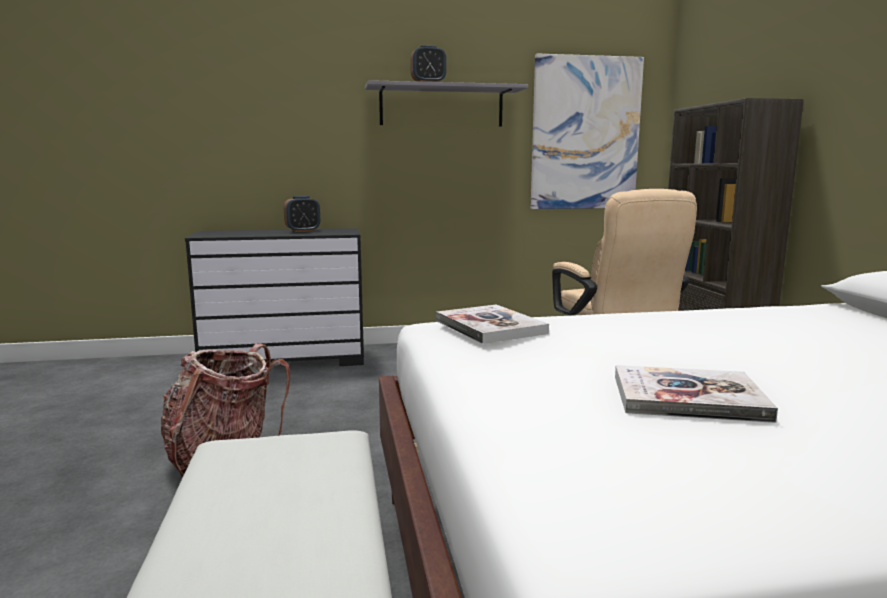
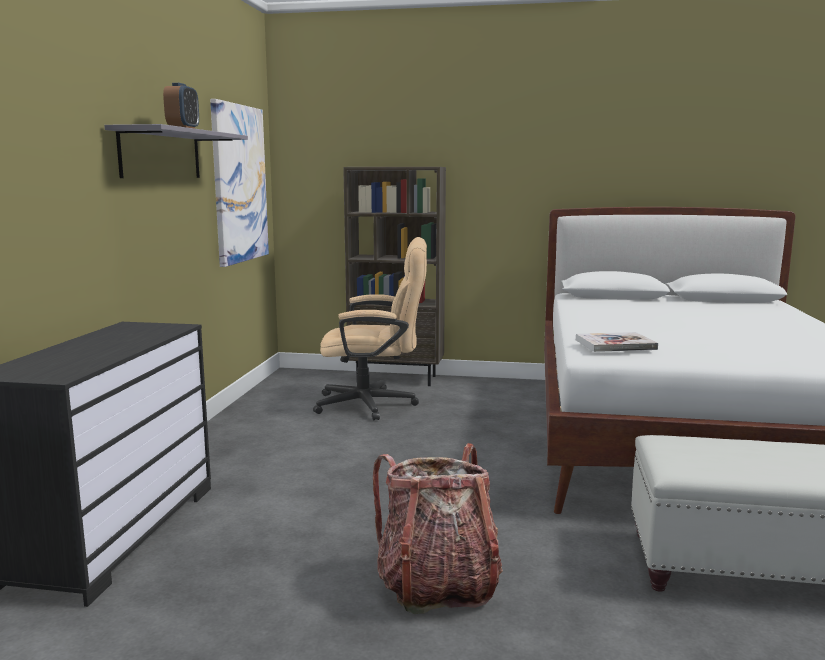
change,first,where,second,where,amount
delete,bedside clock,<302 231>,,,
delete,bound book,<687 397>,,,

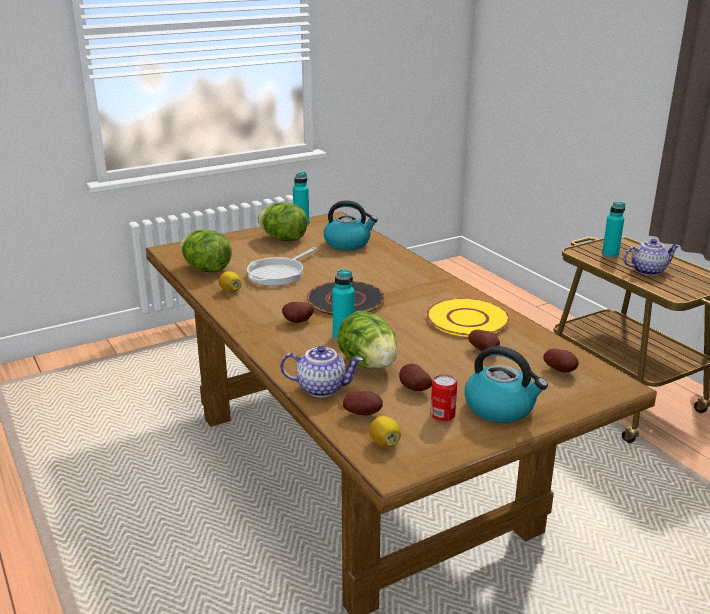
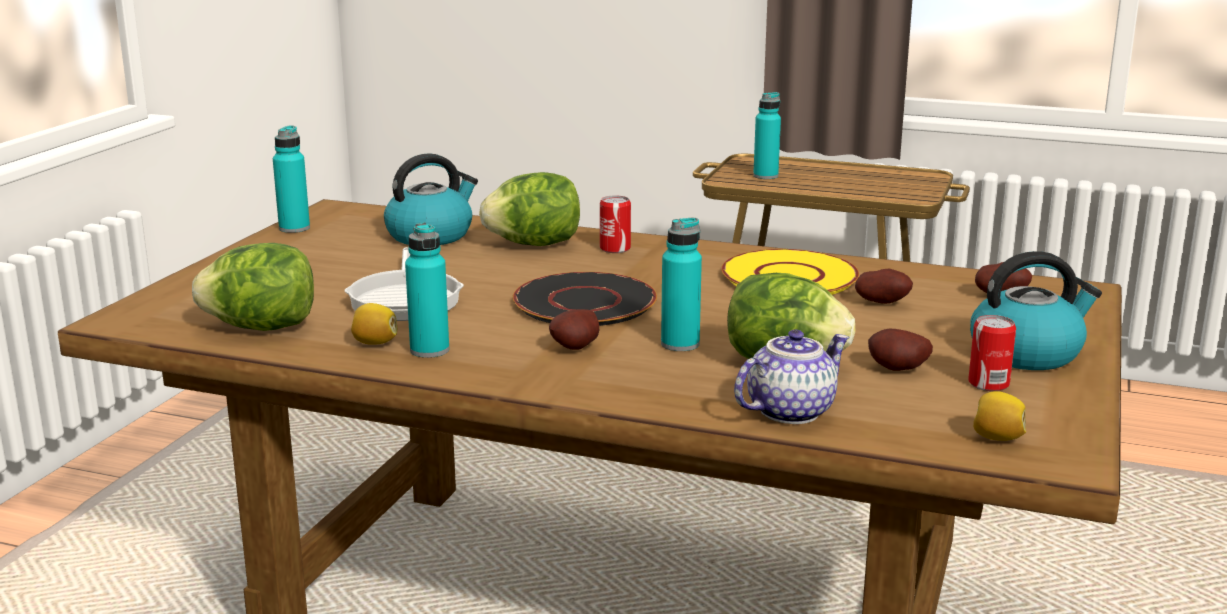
change,first,where,second,where,amount
move,lettuce head,<283 239>,,<534 244>,
delete,potato,<363 414>,,,
delete,pot for tea,<647 270>,,,
insert,,,drink bottle/turquoise,<429 350>,
insert,,,metal can,<615 248>,

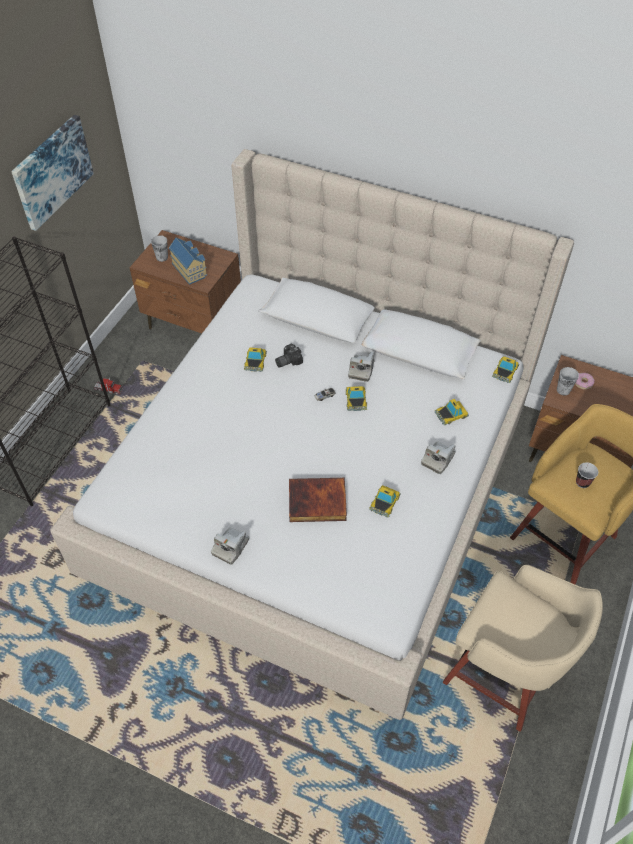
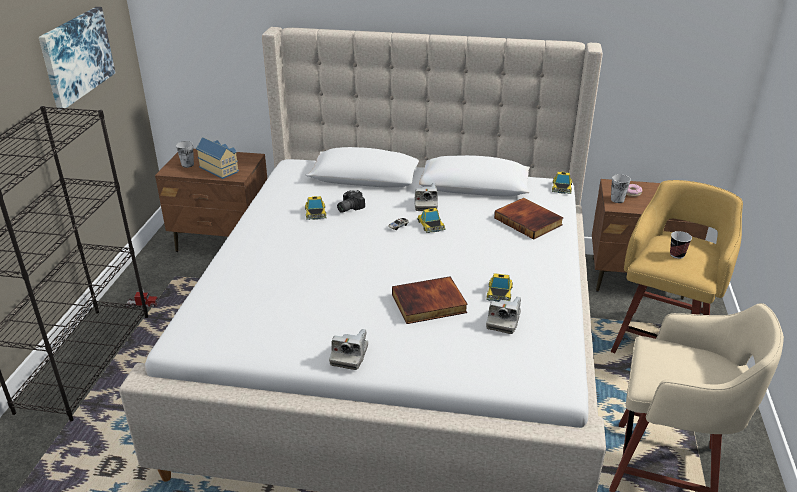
change,first,where,second,where,amount
move,photo camera,<438 459>,,<503 321>,
replace,toy car,<451 414>,bound book,<529 221>,

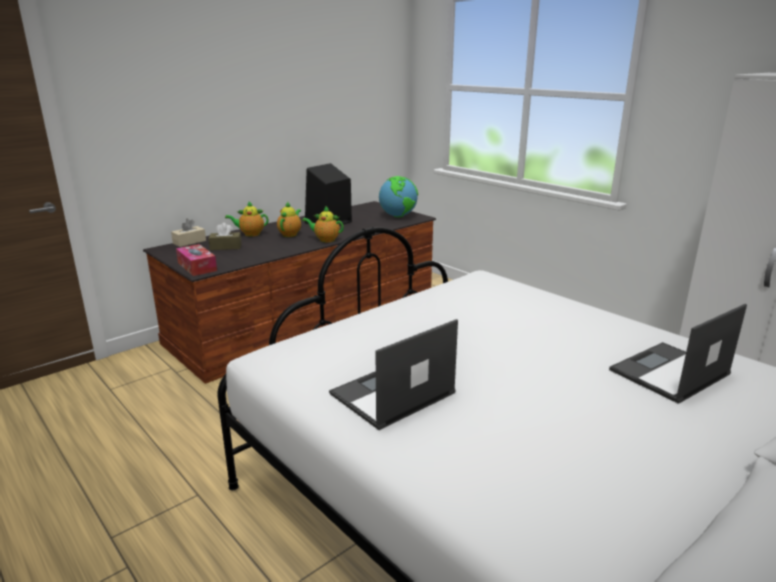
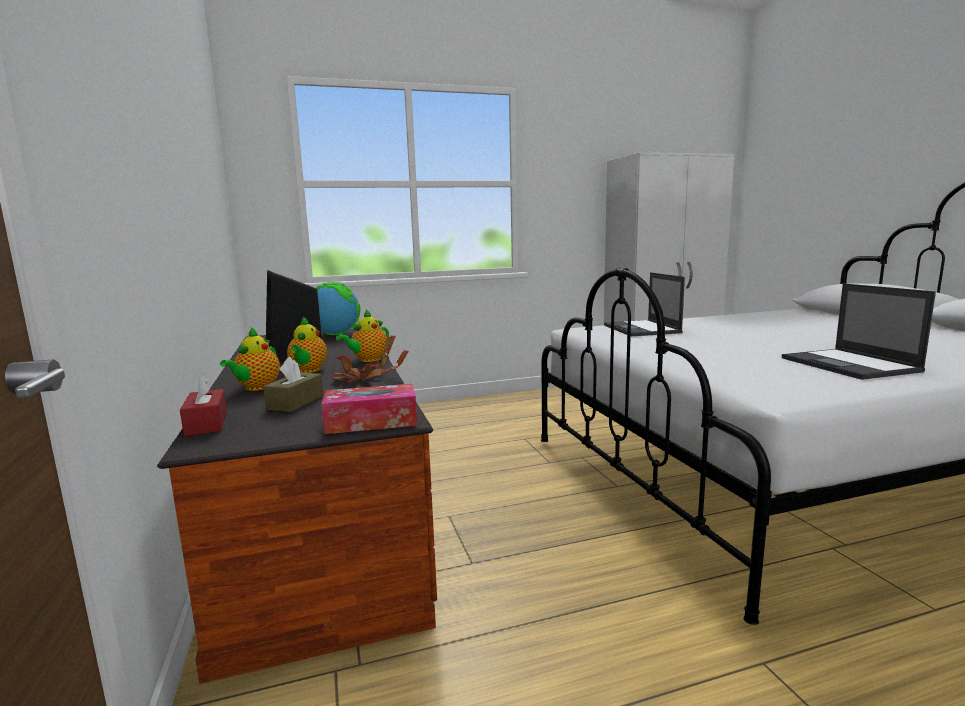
change,first,where,second,where,amount
recolor,tissue holder/beige-coloured,<189 242>,tissue holder/red,<206 424>,
rotate,pot for tea,<290 234>,,<308 370>,135 degrees counterclockwise
move,laptop,<669 373>,,<642 329>,
insert,,,houseplant,<364 379>,

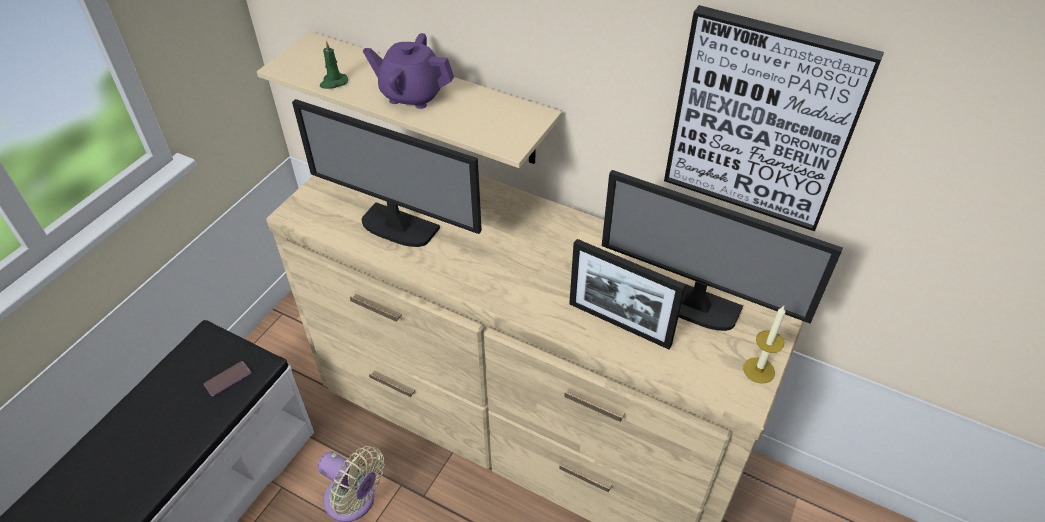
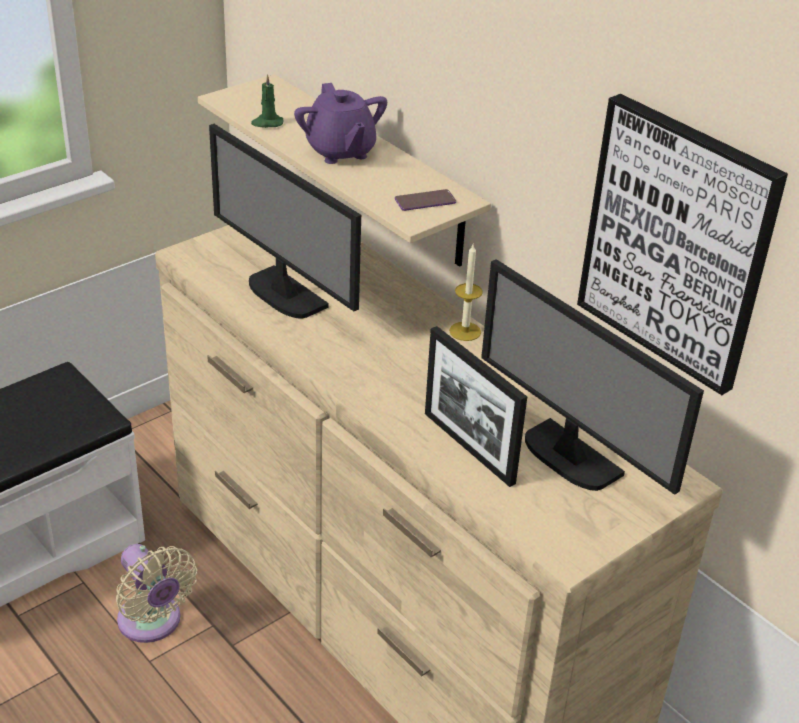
change,first,where,second,where,amount
move,phone,<228 379>,,<425 201>,
rotate,pot for tea/purple-coloured,<412 94>,,<340 151>,150 degrees counterclockwise
move,wax light,<759 370>,,<465 331>,

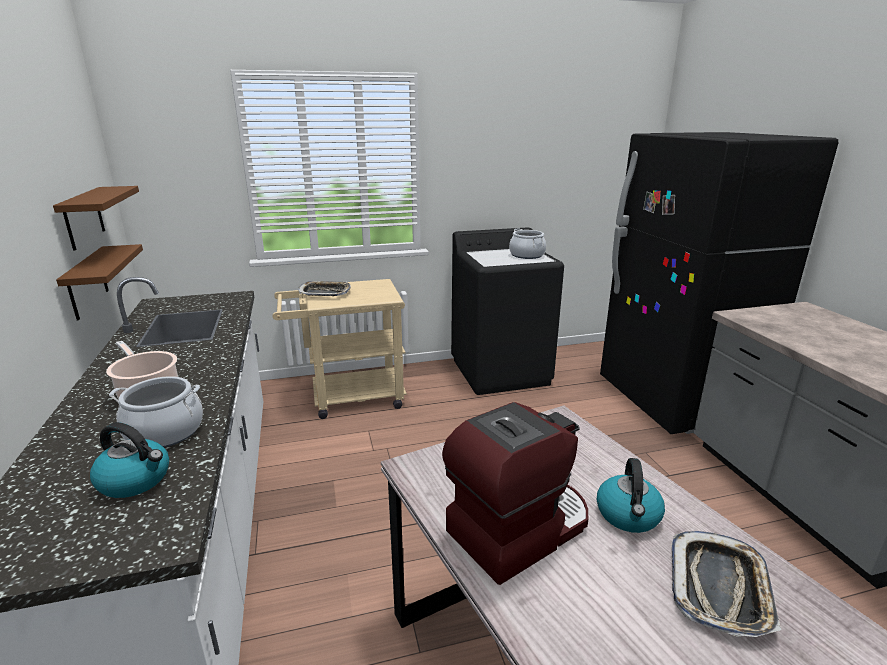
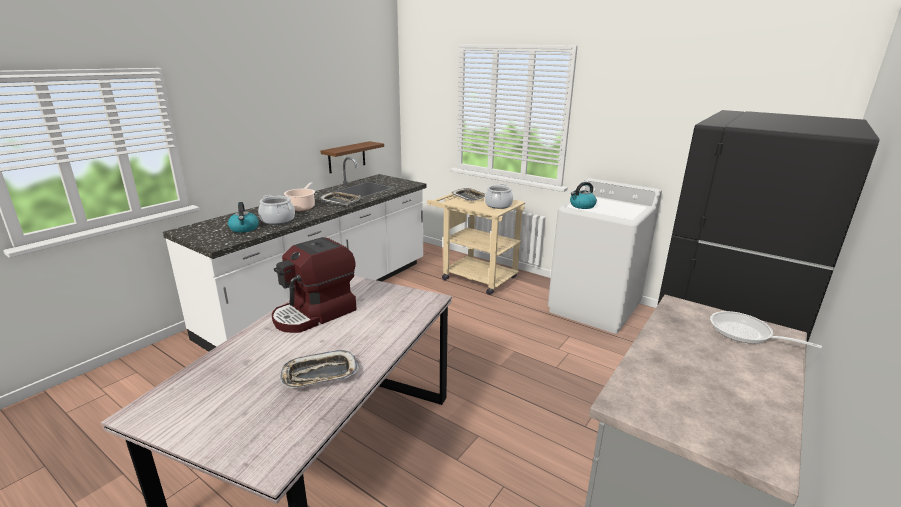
change,first,where,second,where,amount
delete,wall shelf/brown,<83 217>,,,
rotate,coffee maker,<518 528>,,<315 314>,120 degrees clockwise
recolor,laundry machine/black,<501 371>,laundry machine/whitish,<594 308>,
move,saucepot,<527 255>,,<498 205>,
move,kettle,<628 515>,,<582 206>,
insert,,,serving tray,<340 201>,
insert,,,frying pan,<745 333>,

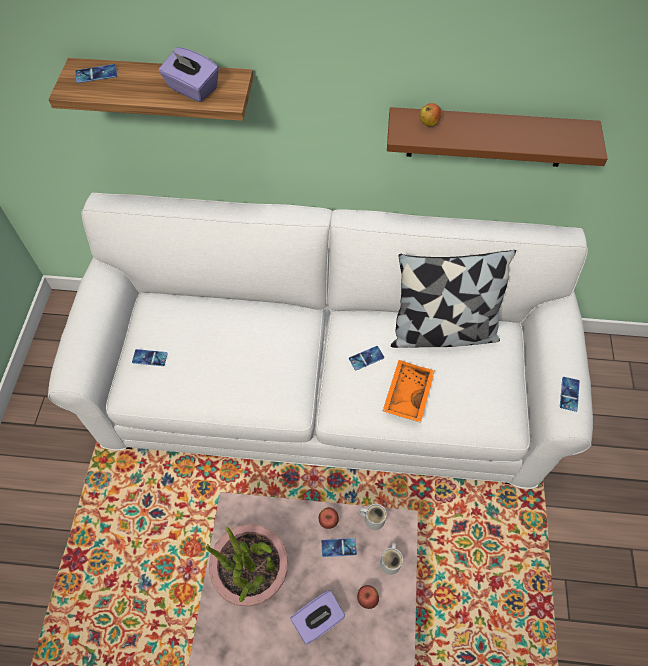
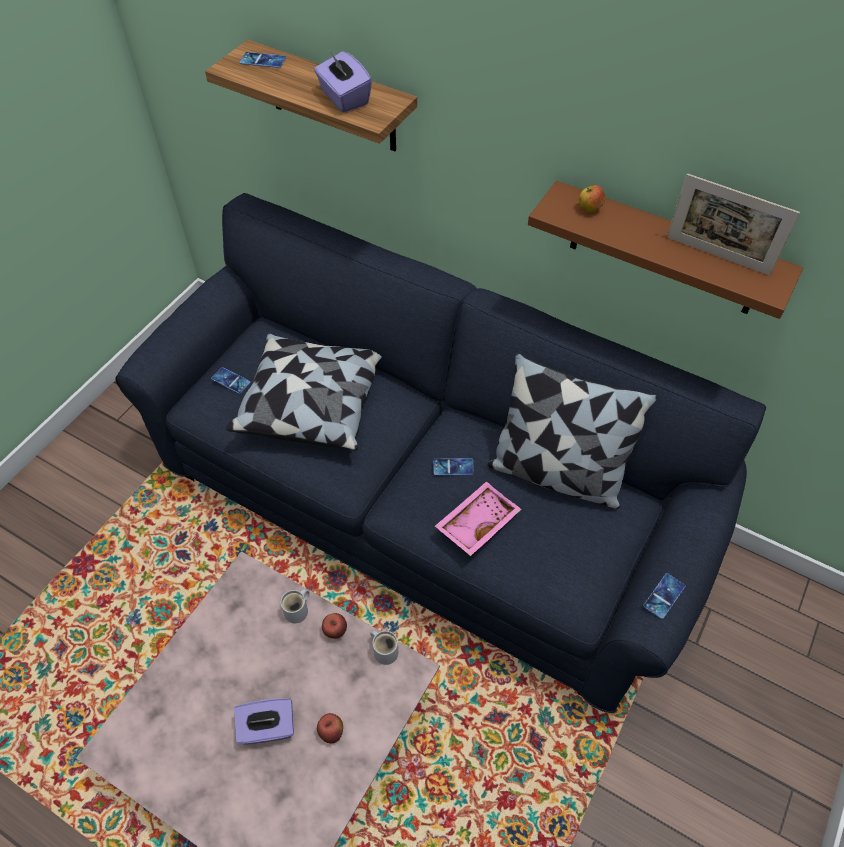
change,first,where,second,where,amount
recolor,sofa/whitish,<324 390>,sofa/bluish,<422 502>,
delete,houseplant,<252 572>,,,
delete,phone,<338 547>,,,
move,coffee mug/whitish,<391 561>,,<298 610>,
recolor,serving tray/orange-coloured,<406 394>,serving tray/pink-coloured,<476 522>,
insert,,,cushion,<311 404>,
insert,,,standing frame,<717 255>,

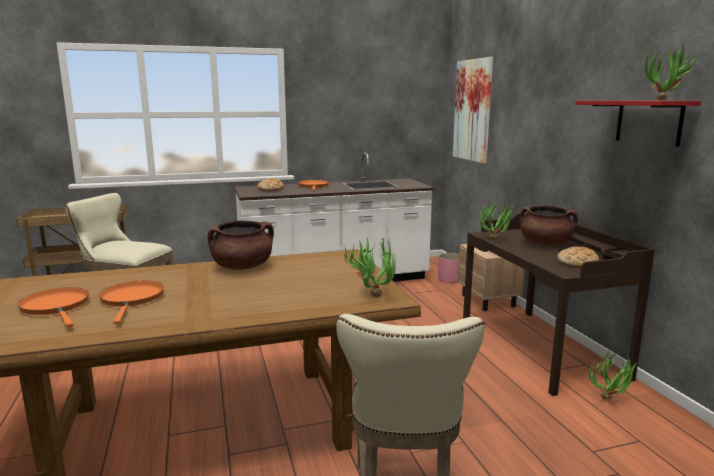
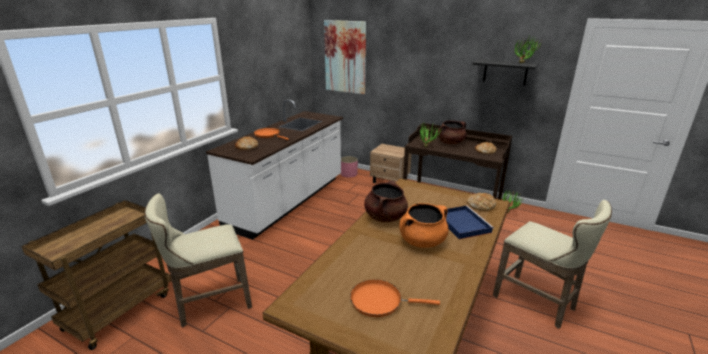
change,first,where,second,where,amount
delete,frying pan/orange-coloured,<132 299>,,,
replace,houseplant,<371 294>,baked bread,<481 204>,
recolor,wall shelf/red,<648 122>,wall shelf/black,<505 72>,
insert,,,saucepot/orange-coloured,<422 241>,
insert,,,serving tray/bluish,<461 223>,

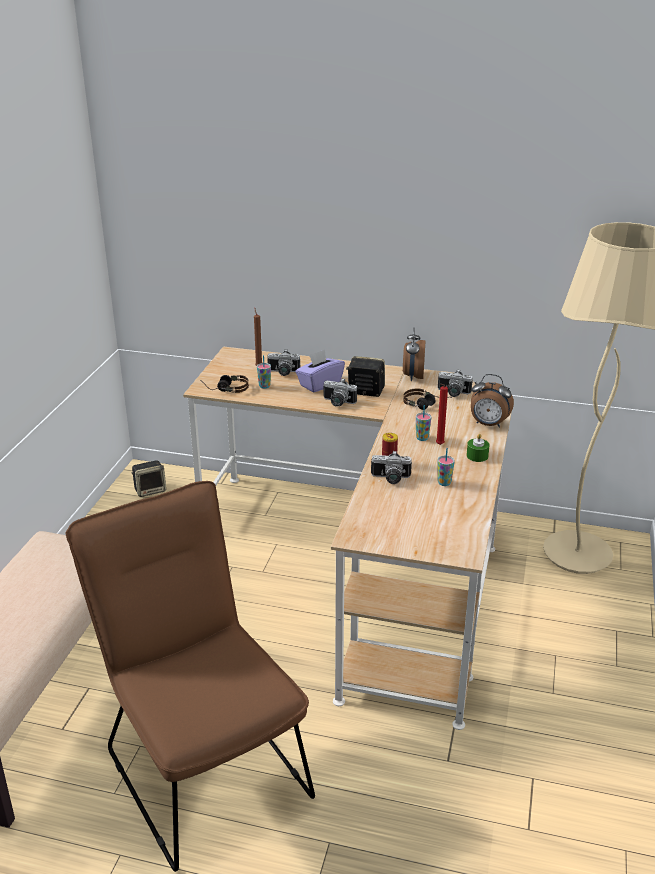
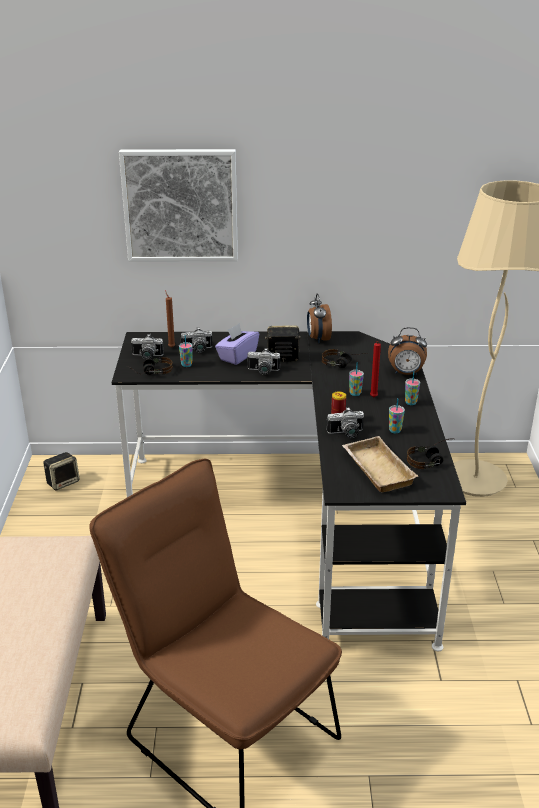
change,first,where,second,where,amount
recolor,desk/beige-coloured,<369 566>,desk/black,<301 520>,
move,photo camera,<452 393>,,<146 357>,
replace,wax light/green,<477 456>,drinking cup,<410 402>,
insert,,,wall picture,<180 205>,
insert,,,serving tray/beige-coloured,<375 469>,
insert,,,pair of headphones,<431 460>,

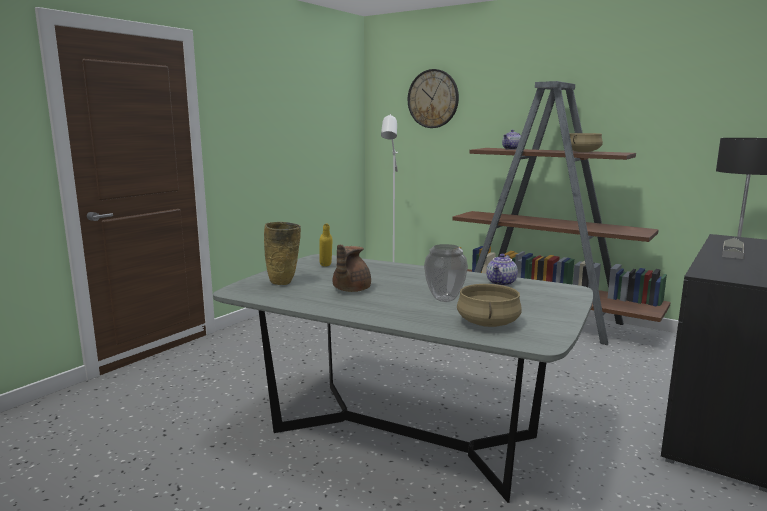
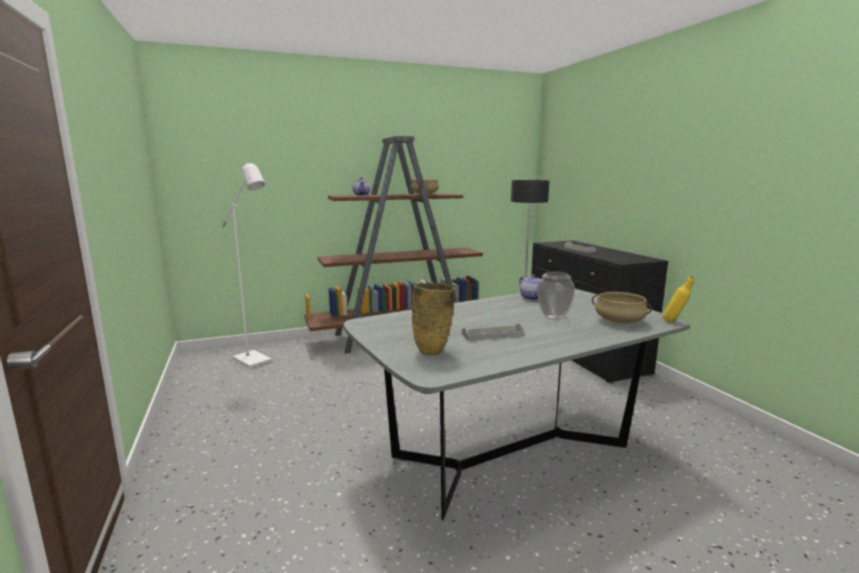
change,first,where,second,where,amount
move,drink bottle/yellowish,<326 267>,,<675 322>,
replace,pot for tea/brown,<350 290>,serving tray/grey,<492 335>,
delete,hanging clock,<433 99>,,,

